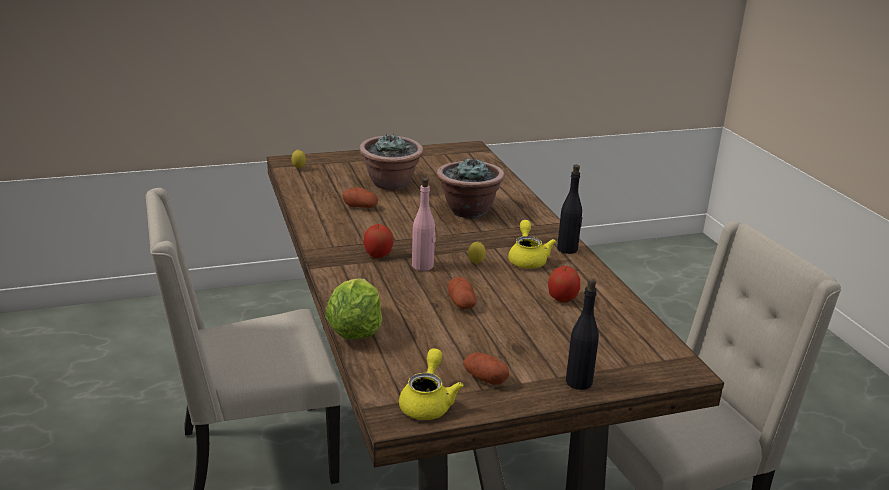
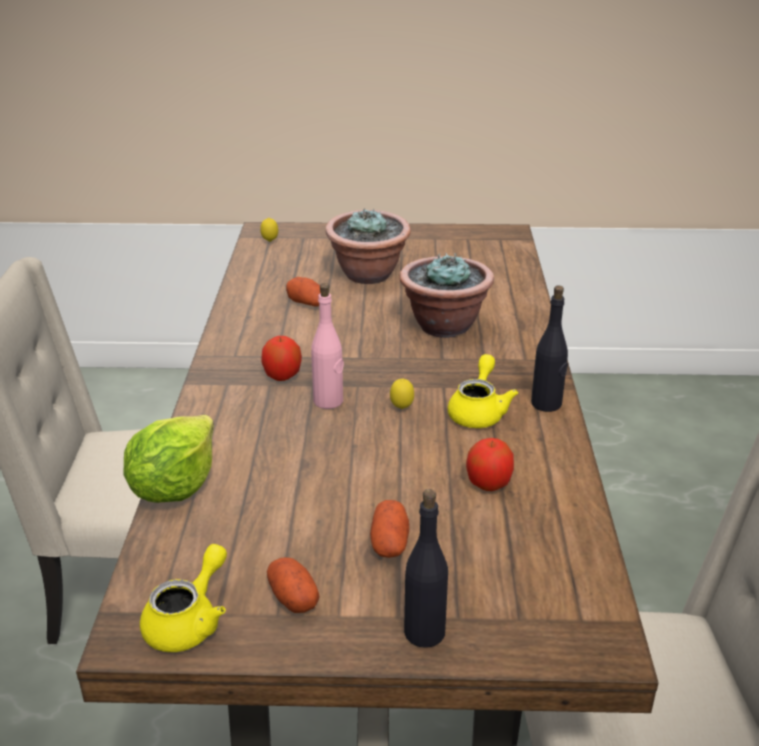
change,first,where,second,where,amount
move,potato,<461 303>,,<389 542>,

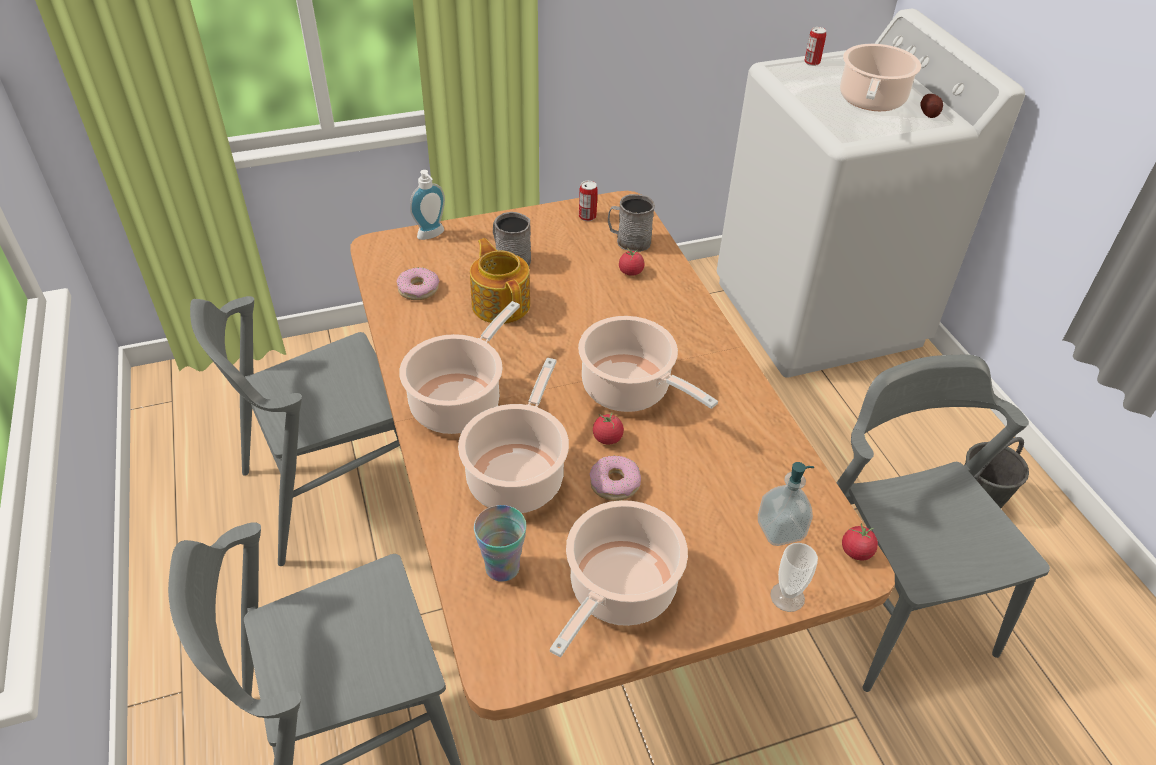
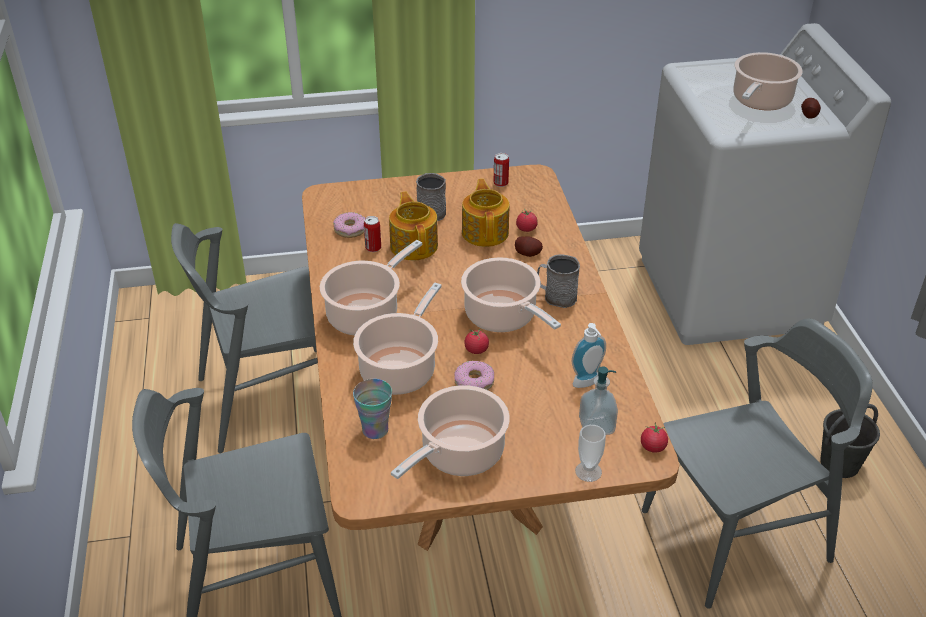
change,first,where,second,where,amount
move,soap dispenser,<432 235>,,<588 383>,
move,coffee mug/grey,<628 241>,,<556 296>,
move,metal can,<812 62>,,<373 248>,
rotate,chair/grey,<891 600>,,<736 535>,75 degrees clockwise
insert,,,pot for tea,<485 232>,
insert,,,potato,<528 253>,

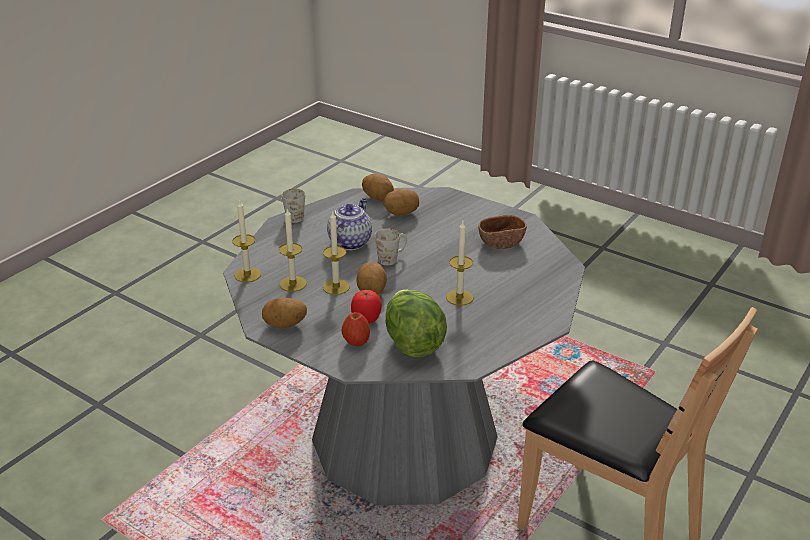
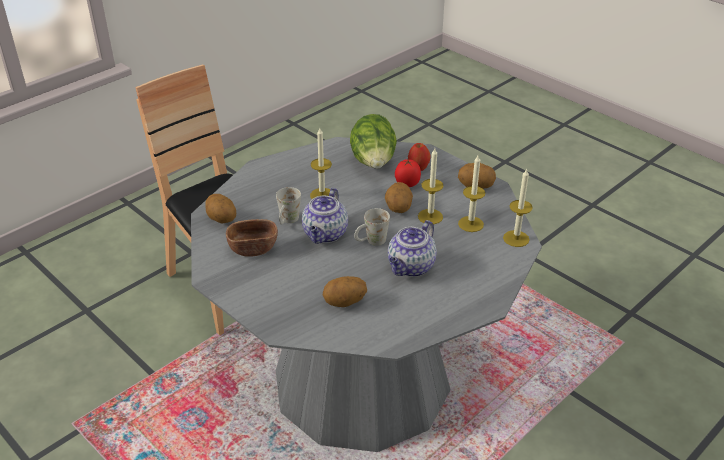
change,first,where,second,where,amount
move,coffee mug/whitish,<296 215>,,<287 221>,
move,potato,<378 198>,,<221 220>,
insert,,,pot for tea,<325 234>,

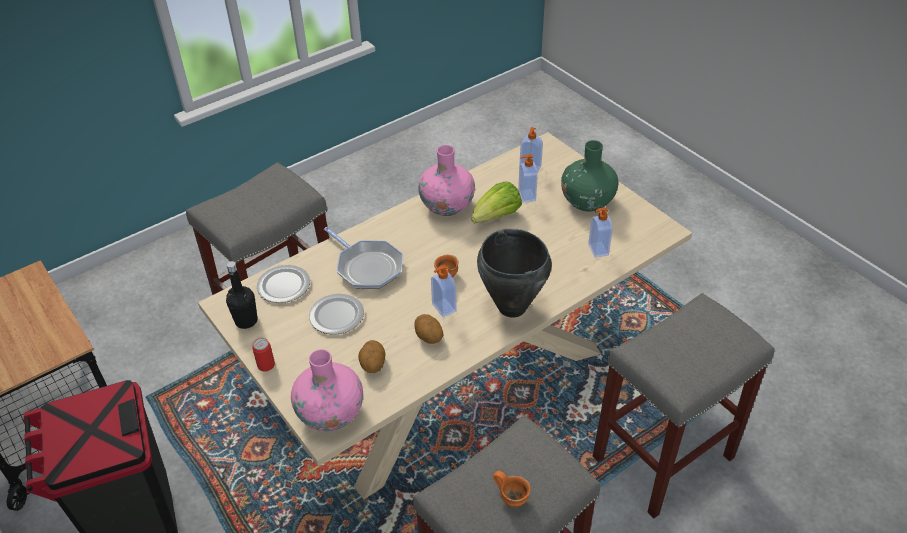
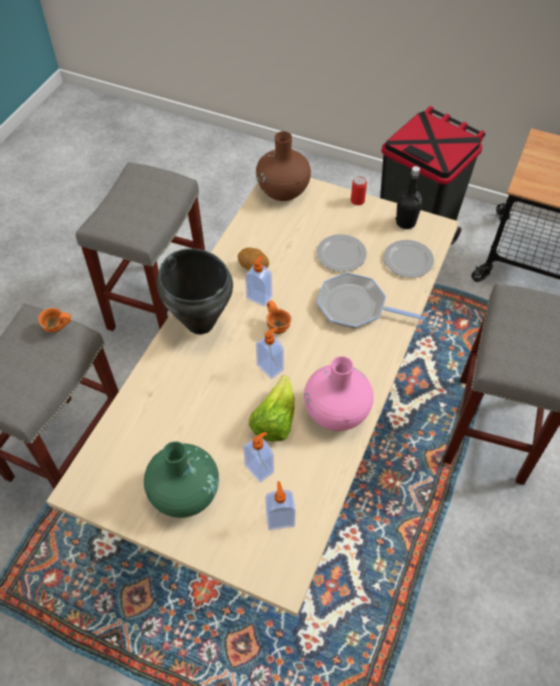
change,first,where,second,where,amount
recolor,decorative vase/pink-coloured,<331 413>,decorative vase/brown,<283 191>,
delete,potato,<372 365>,,,
move,coffee mug/orange-coloured,<512 497>,,<57 329>,
move,soap dispenser,<597 250>,,<270 367>,

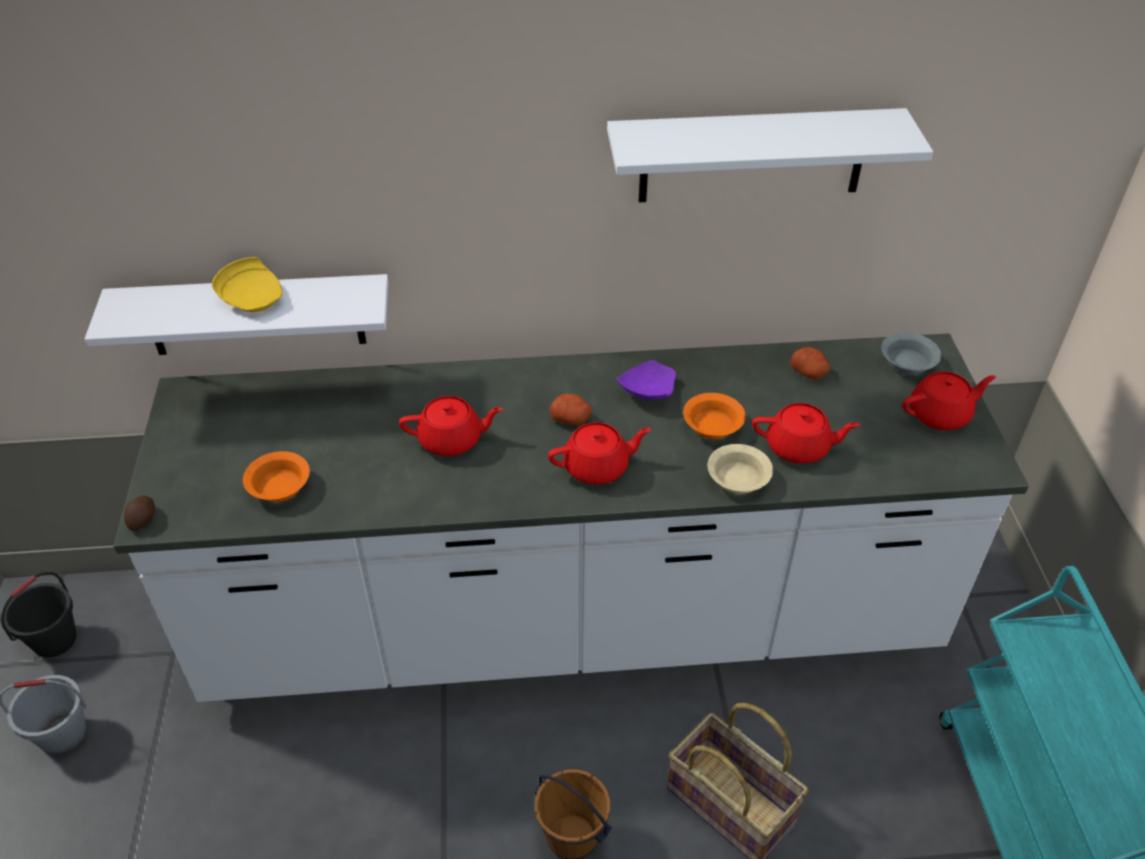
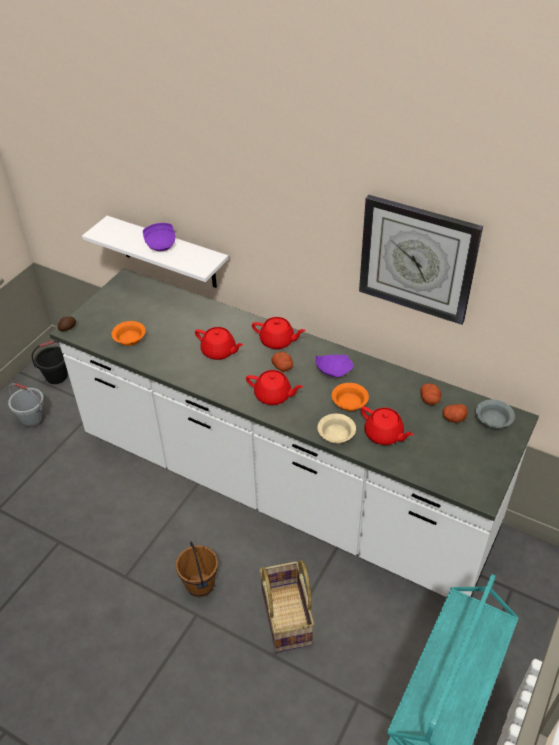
change,first,where,second,where,amount
recolor,plate/yellowish,<253 298>,plate/purple-coloured,<161 243>,
replace,wall shelf/whitish,<752 156>,hanging clock,<417 259>,
move,pot for tea/red,<940 415>,,<277 341>,
insert,,,potato,<453 418>,

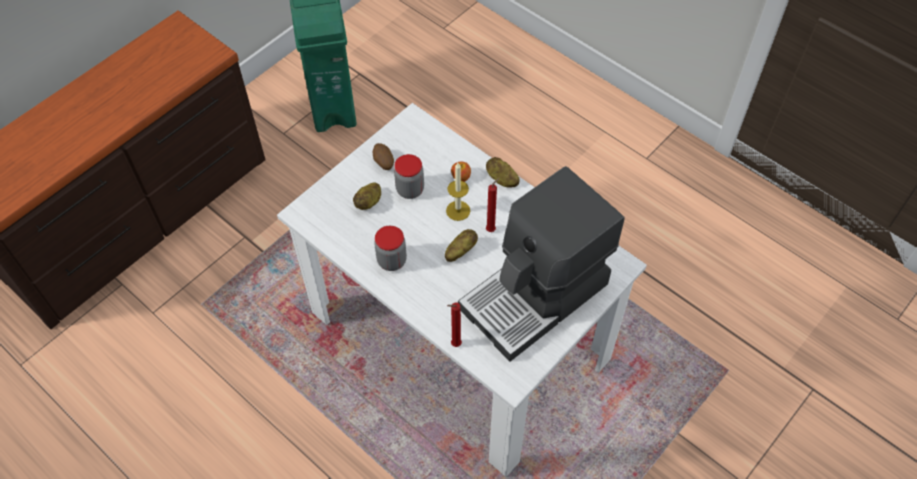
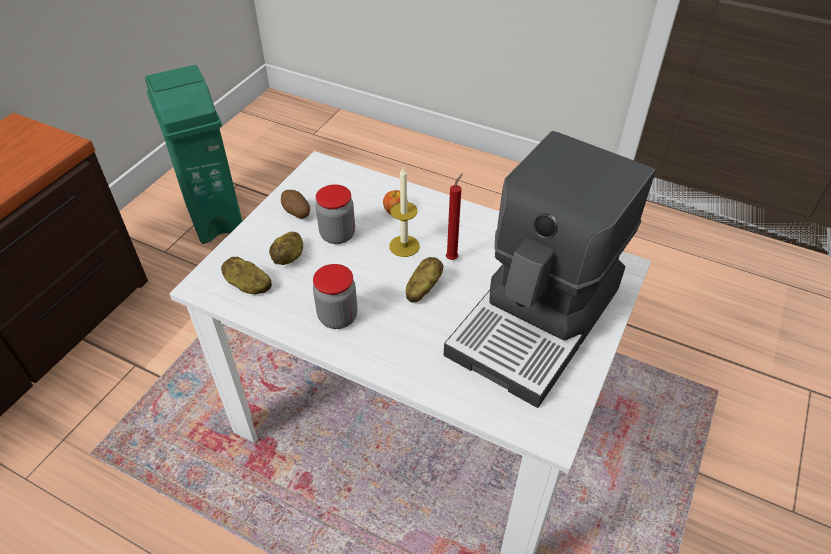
change,first,where,second,where,amount
delete,wax light/red,<454 344>,,,
move,potato,<501 179>,,<248 286>,

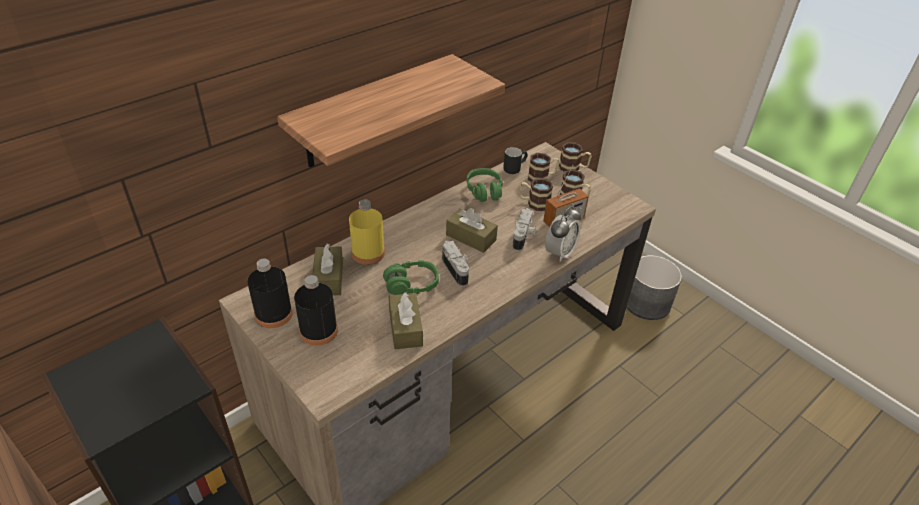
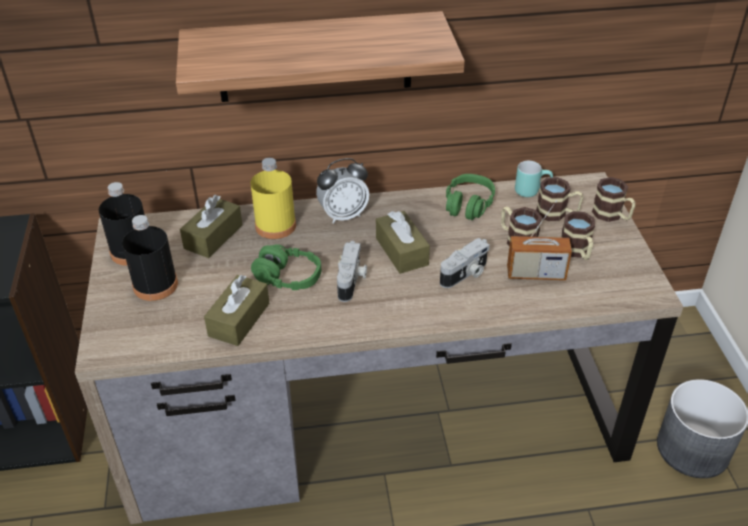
change,first,where,second,where,amount
recolor,coffee mug/black,<514 168>,coffee mug/turquoise,<531 190>,
move,bedside clock,<559 253>,,<343 215>,

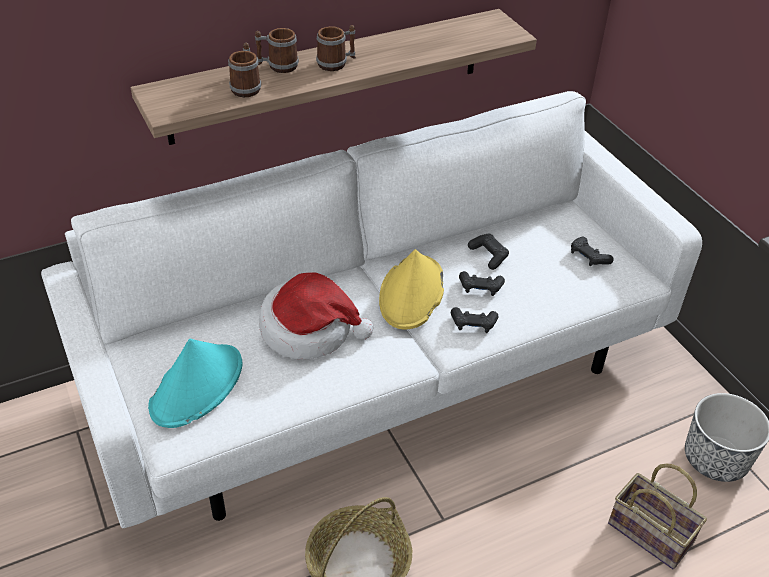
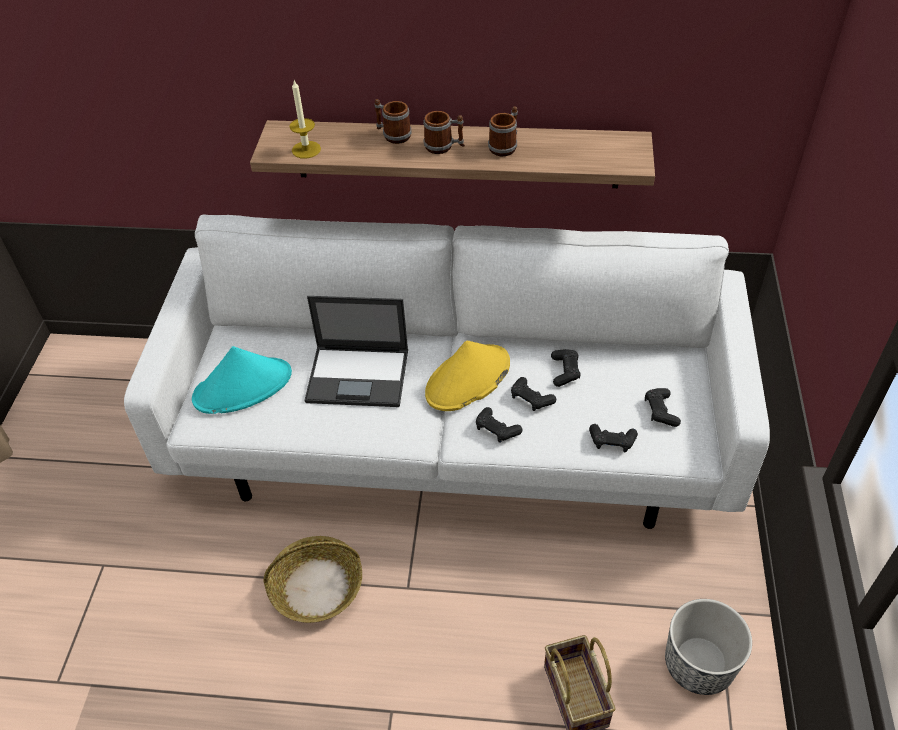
change,first,where,second,where,amount
move,coffee mug,<246 87>,,<505 146>,
replace,clothing hat,<309 329>,laptop,<359 376>,
insert,,,wax light,<306 149>,
insert,,,gamepad/black,<612 441>,

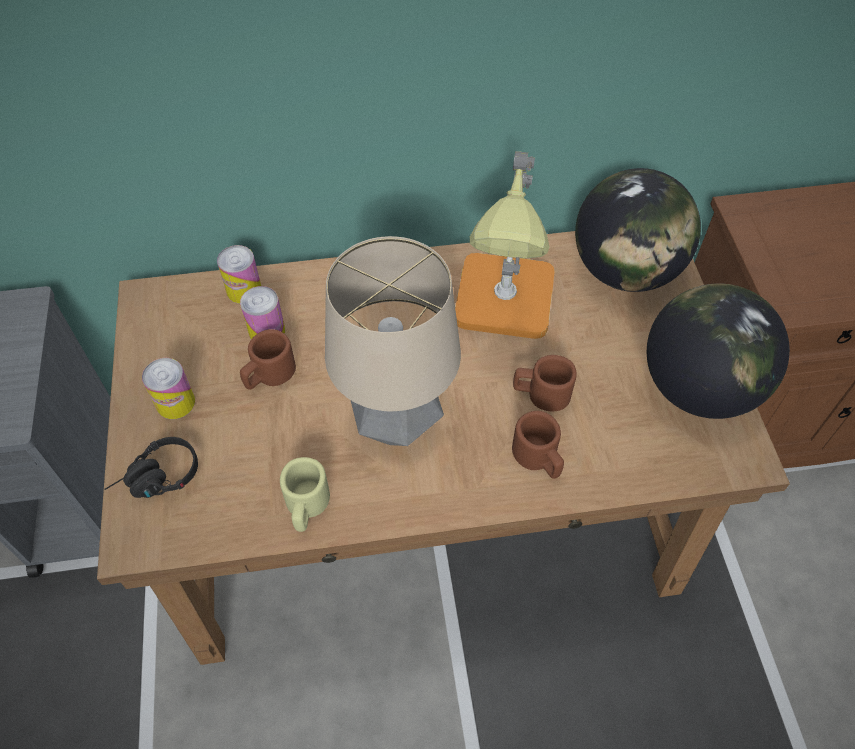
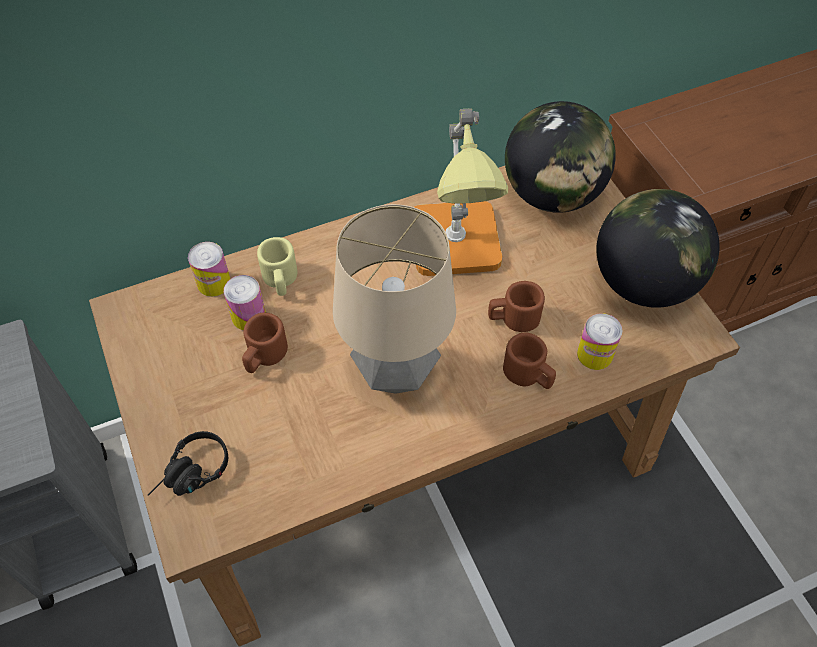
change,first,where,second,where,amount
move,metal can,<175 402>,,<594 354>,
move,coffee mug/beige-coloured,<306 506>,,<280 279>,

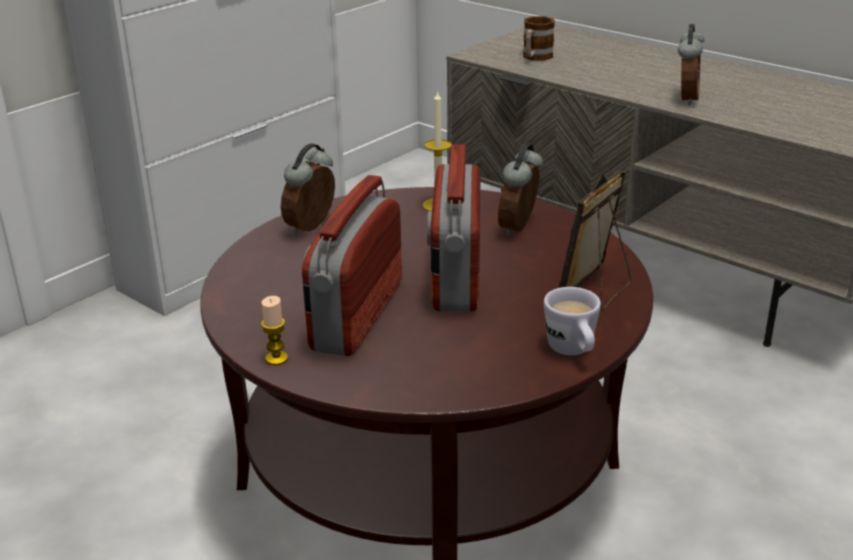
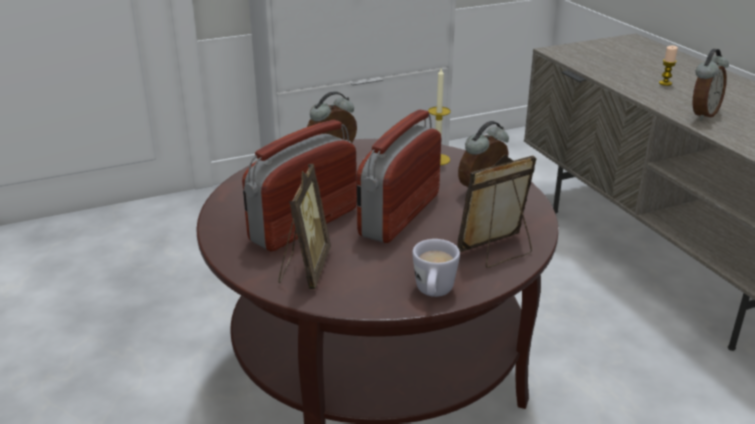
change,first,where,second,where,amount
move,wax light,<276 359>,,<665 83>,
delete,coffee mug,<535 57>,,,
insert,,,standing frame,<304 269>,

